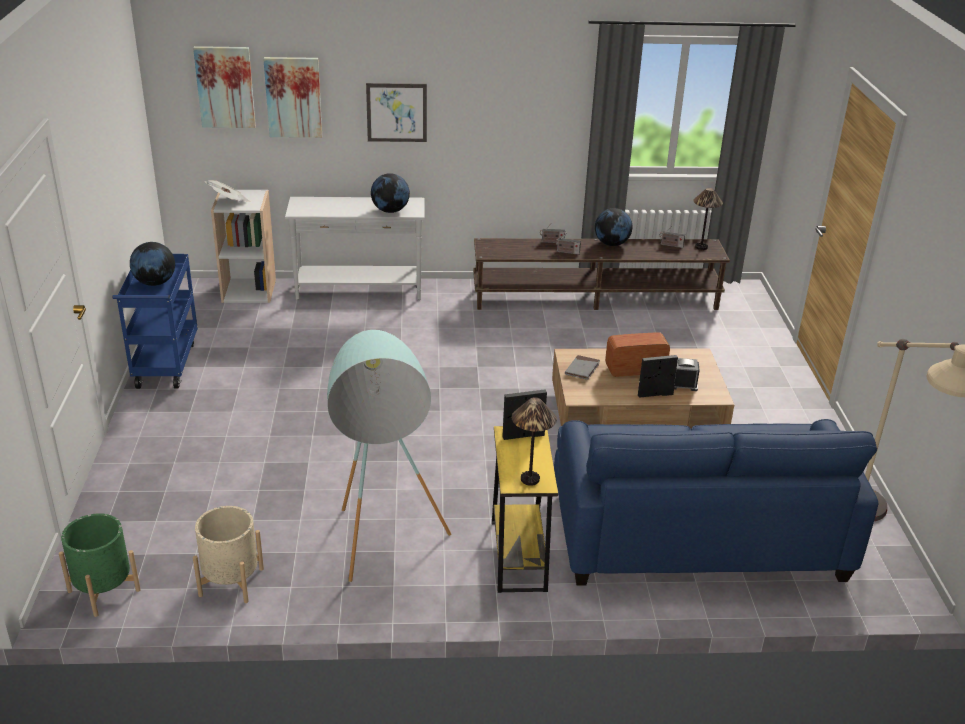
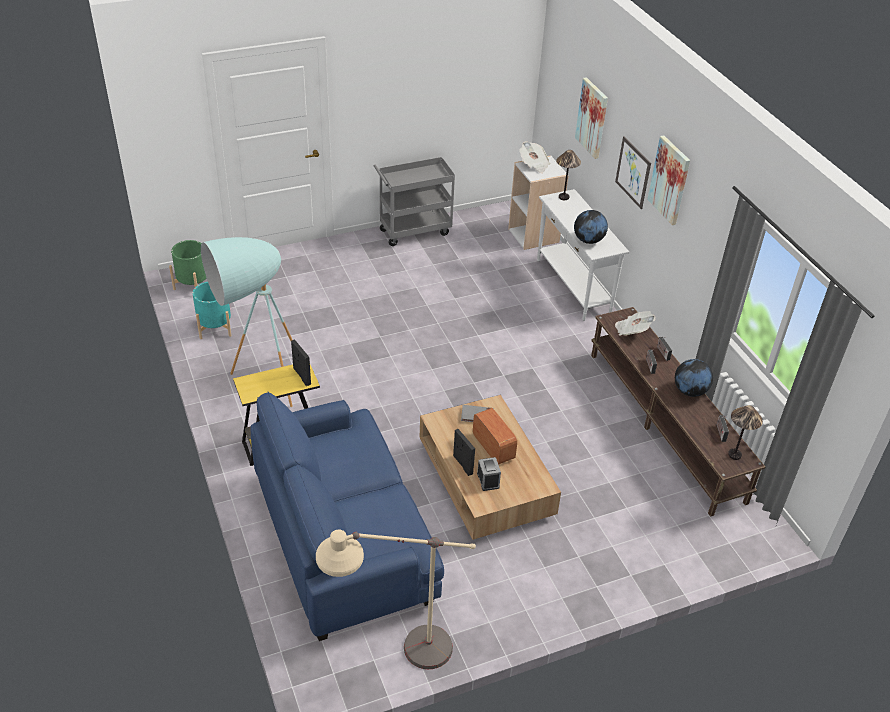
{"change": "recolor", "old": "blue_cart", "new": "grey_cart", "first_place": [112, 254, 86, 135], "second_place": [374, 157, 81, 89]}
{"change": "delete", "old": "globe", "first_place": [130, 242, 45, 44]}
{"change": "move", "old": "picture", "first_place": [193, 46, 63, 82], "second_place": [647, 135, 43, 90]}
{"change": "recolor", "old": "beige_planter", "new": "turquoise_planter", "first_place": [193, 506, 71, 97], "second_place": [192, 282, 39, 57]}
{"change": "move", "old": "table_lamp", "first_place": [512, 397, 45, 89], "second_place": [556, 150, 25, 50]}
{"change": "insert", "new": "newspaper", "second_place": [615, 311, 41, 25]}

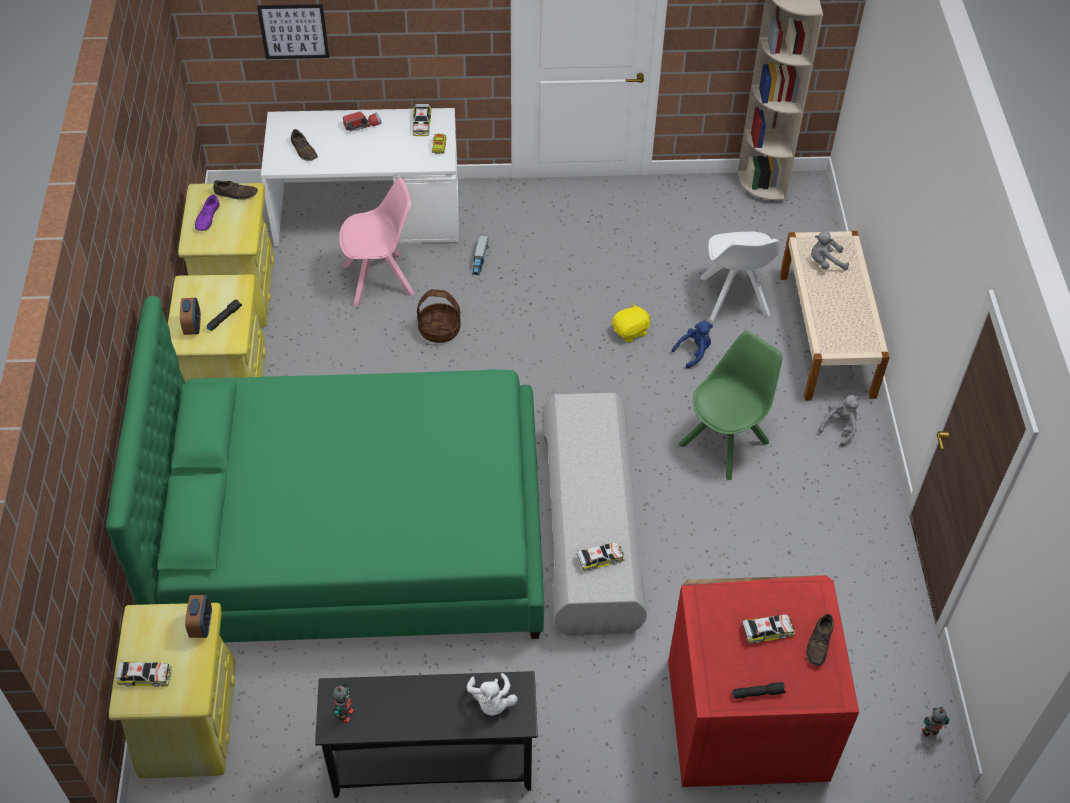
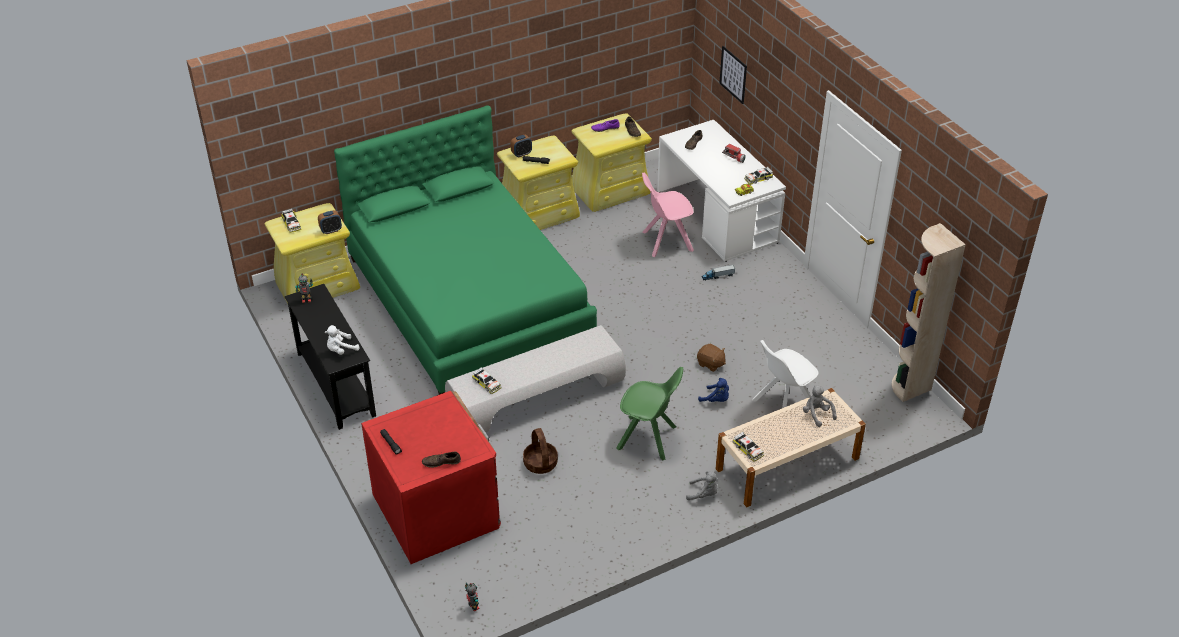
{"change": "rotate", "old": "pink_chair", "first_place": [339, 178, 76, 129], "second_place": [642, 173, 52, 84], "degrees": 120}
{"change": "move", "old": "basket", "first_place": [417, 289, 44, 54], "second_place": [523, 428, 35, 46]}
{"change": "recolor", "old": "yellow_plush_toy", "new": "brown_plush_toy", "first_place": [612, 303, 38, 39], "second_place": [697, 344, 29, 28]}
{"change": "move", "old": "toy_car", "first_place": [742, 615, 53, 29], "second_place": [733, 432, 31, 30]}

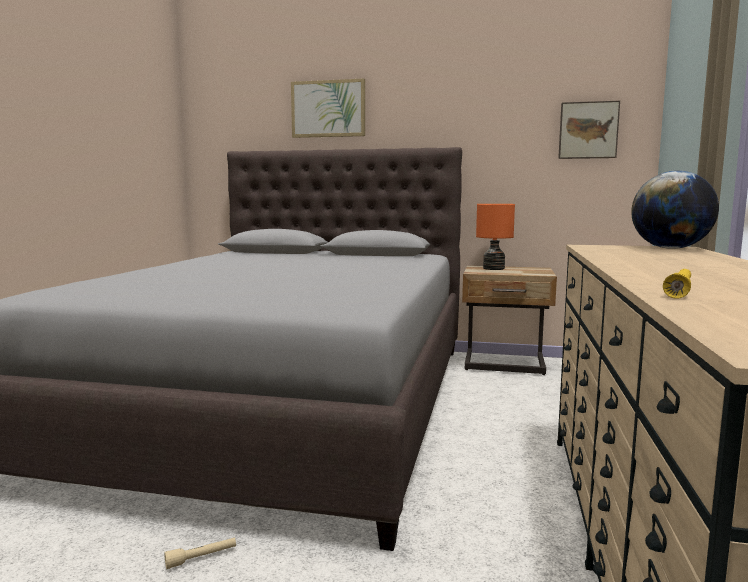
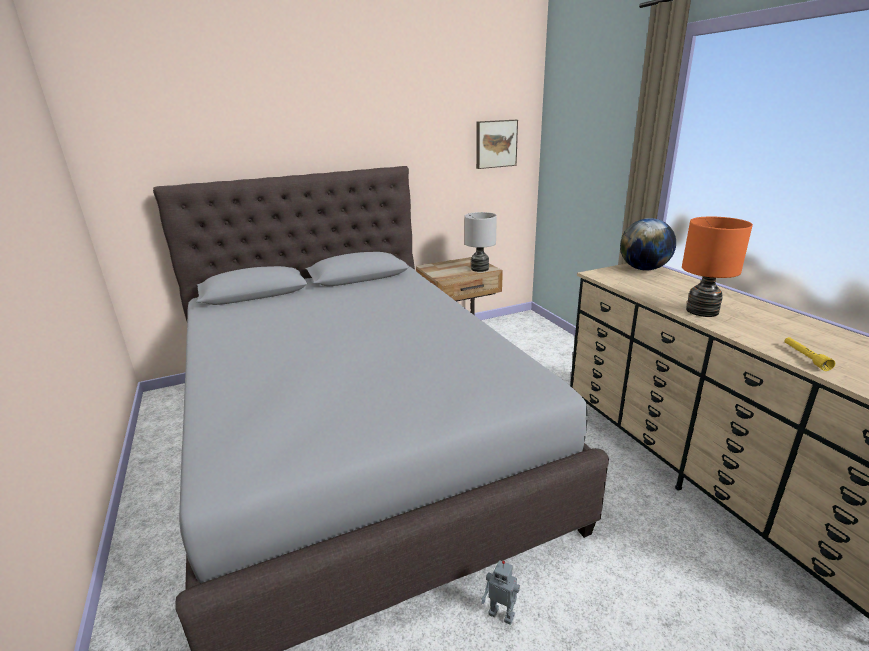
{"change": "replace", "old": "beige_flashlight", "new": "toy_robot", "first_place": [164, 537, 72, 32], "second_place": [481, 560, 39, 65]}
{"change": "delete", "old": "picture", "first_place": [291, 78, 74, 60]}
{"change": "move", "old": "orange_table_lamp", "first_place": [476, 204, 39, 66], "second_place": [682, 217, 71, 100]}
{"change": "insert", "new": "grey_table_lamp", "second_place": [465, 212, 32, 60]}

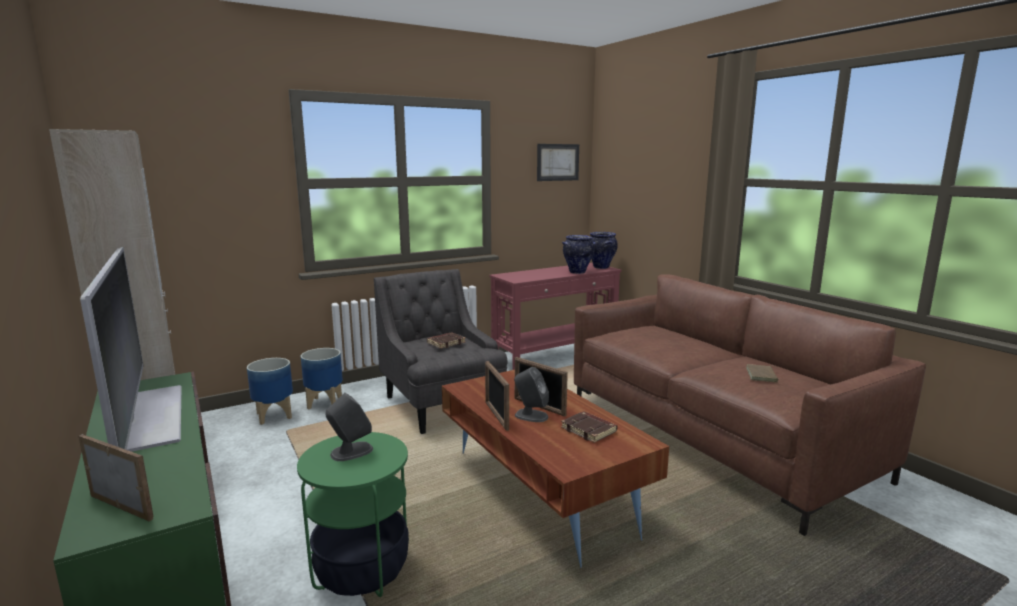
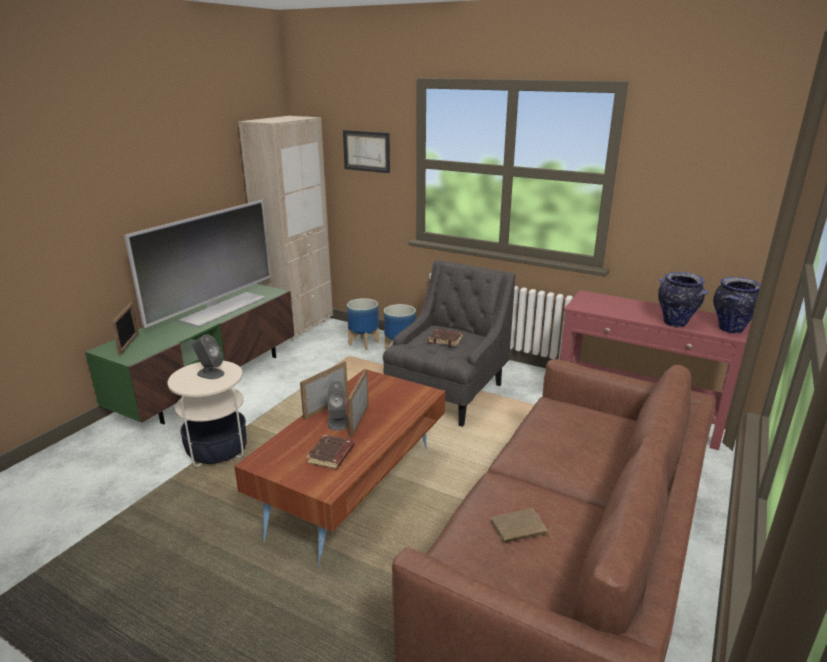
{"change": "recolor", "old": "green_side_table", "new": "beige_side_table", "first_place": [297, 432, 112, 165], "second_place": [168, 361, 79, 106]}
{"change": "move", "old": "picture", "first_place": [537, 144, 42, 37], "second_place": [343, 130, 47, 43]}

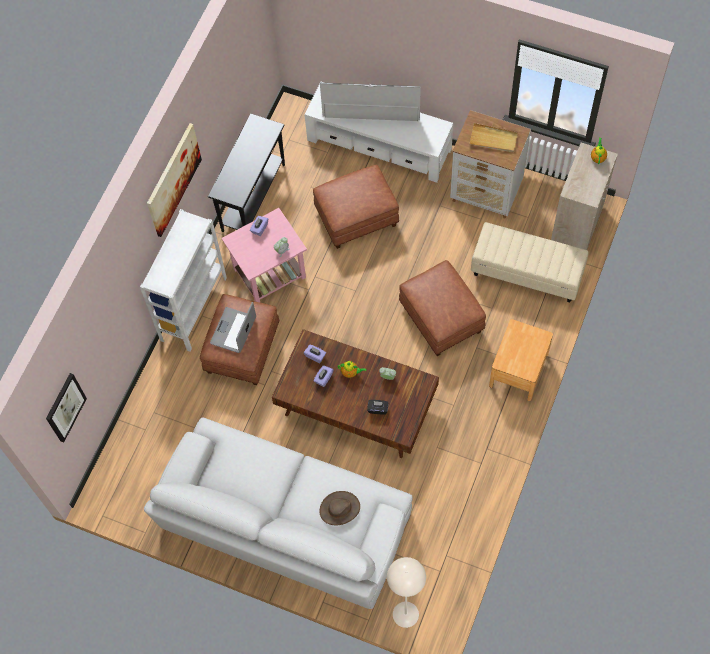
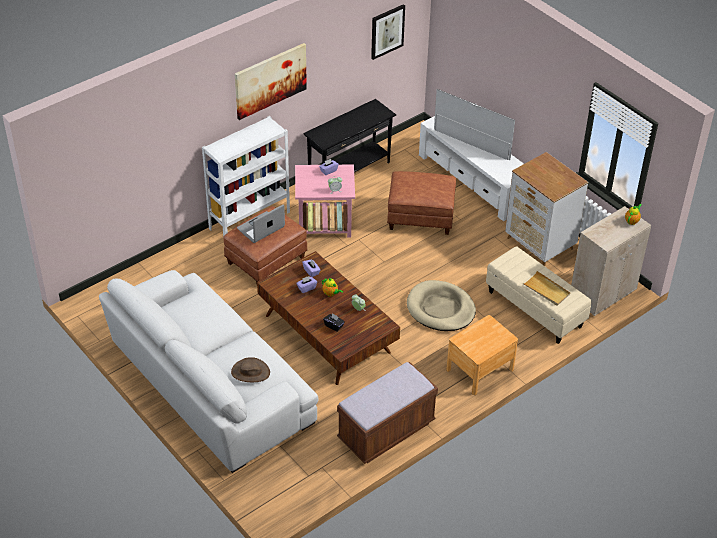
{"change": "move", "old": "picture", "first_place": [46, 373, 41, 70], "second_place": [371, 4, 34, 56]}
{"change": "delete", "old": "beige_floor_lamp", "first_place": [387, 557, 39, 71]}
{"change": "replace", "old": "brown_ottoman", "new": "beige_dog_bed", "first_place": [399, 260, 87, 96], "second_place": [407, 280, 69, 51]}
{"change": "move", "old": "beige_tray", "first_place": [469, 123, 49, 29], "second_place": [523, 271, 47, 35]}
{"change": "insert", "new": "brown_bench", "second_place": [337, 362, 101, 102]}

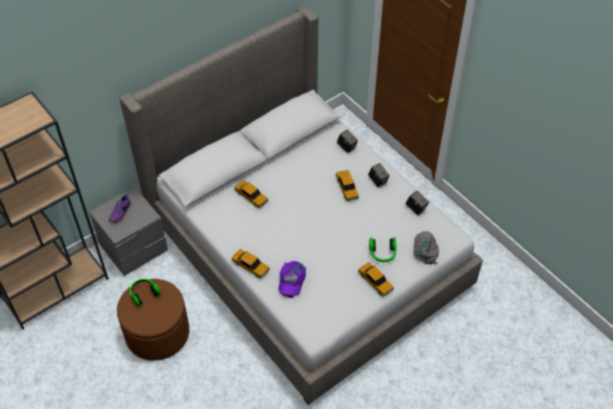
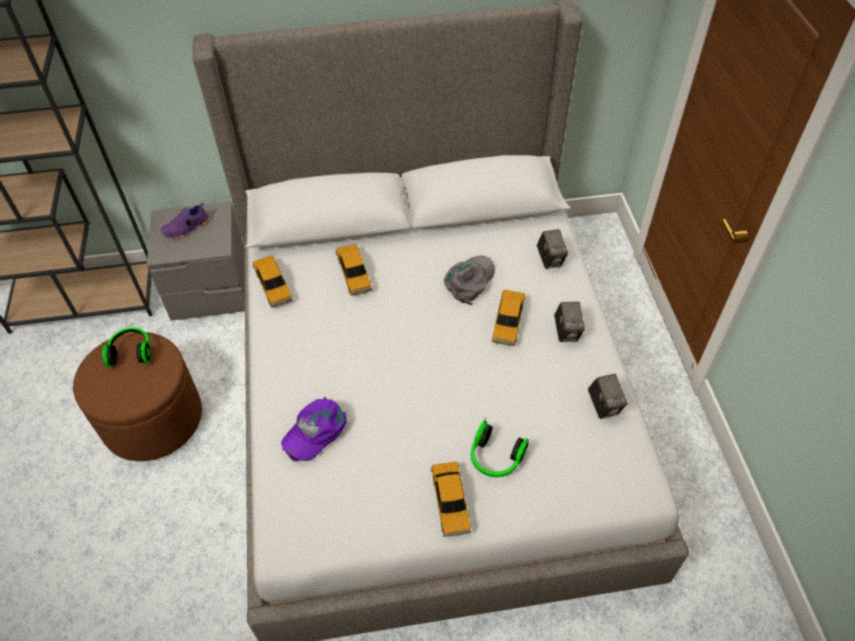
{"change": "move", "old": "toy_car", "first_place": [231, 249, 39, 30], "second_place": [252, 255, 41, 53]}
{"change": "move", "old": "grey_cap", "first_place": [413, 231, 26, 34], "second_place": [444, 256, 51, 49]}

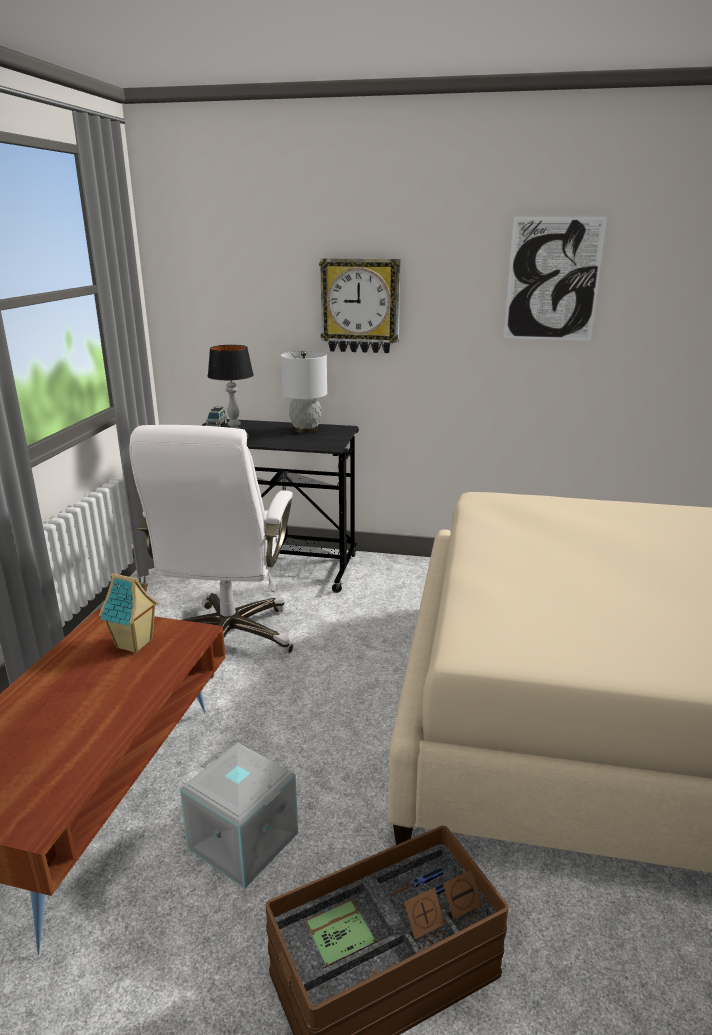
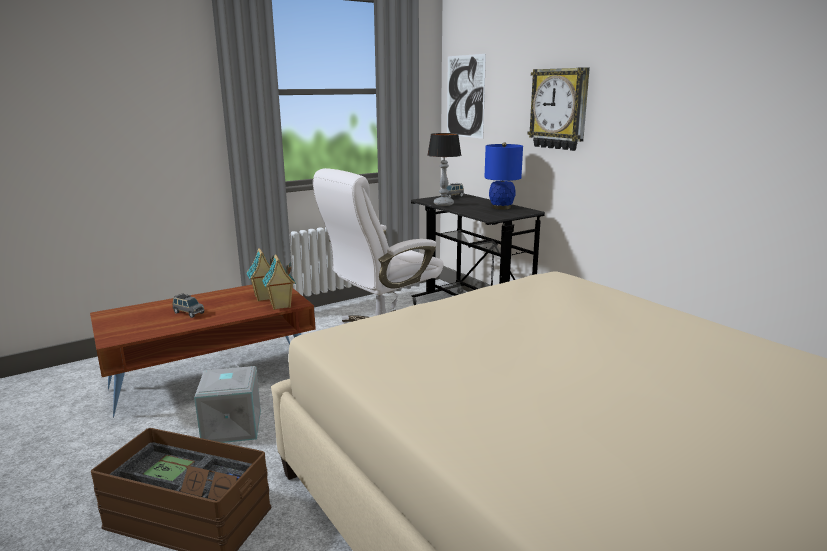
{"change": "recolor", "old": "white_table_lamp", "new": "blue_table_lamp", "first_place": [281, 351, 46, 82], "second_place": [485, 142, 38, 68]}
{"change": "move", "old": "picture", "first_place": [504, 217, 103, 124], "second_place": [447, 54, 39, 85]}
{"change": "insert", "new": "grey_toy_car", "second_place": [173, 293, 32, 25]}
{"change": "insert", "new": "toy_house", "second_place": [262, 254, 34, 56]}

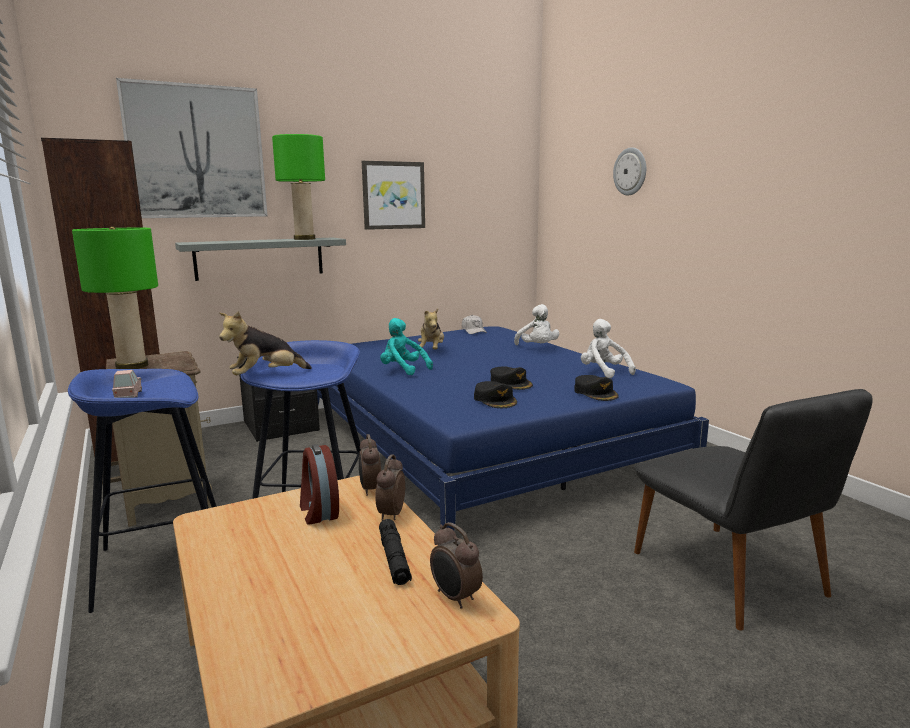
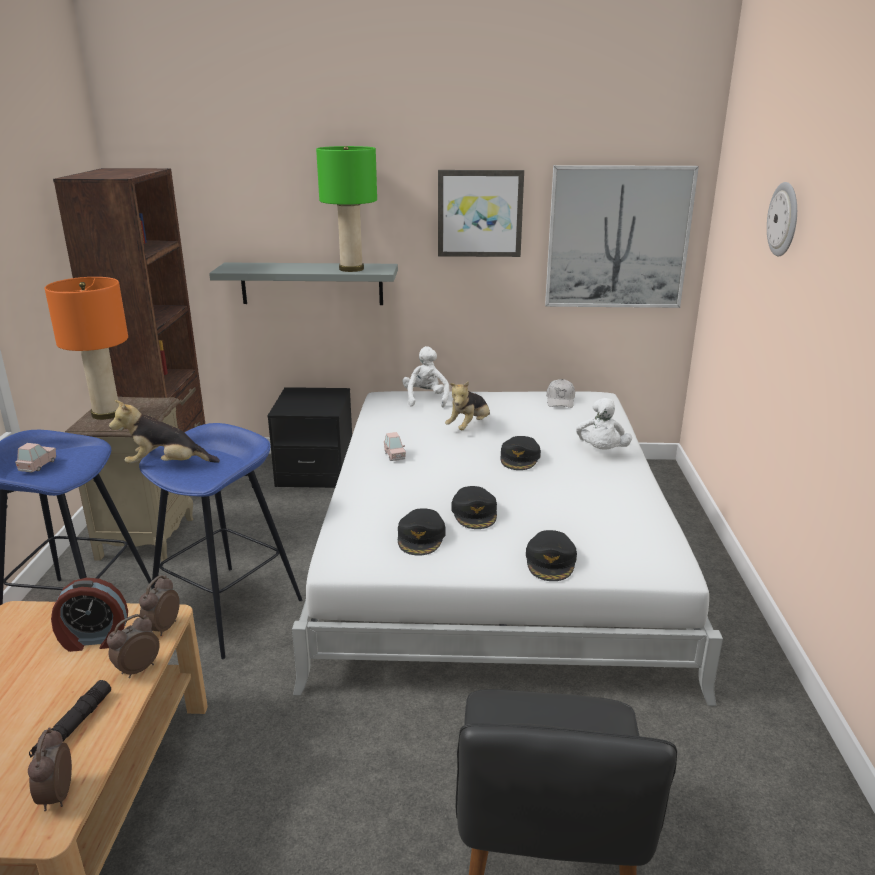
{"change": "recolor", "old": "green_table_lamp", "new": "orange_table_lamp", "first_place": [72, 226, 86, 143], "second_place": [45, 277, 83, 143]}
{"change": "move", "old": "picture", "first_place": [116, 78, 152, 140], "second_place": [545, 165, 154, 143]}
{"change": "rotate", "old": "alarm_clock", "first_place": [300, 444, 39, 81], "second_place": [51, 578, 77, 74], "degrees": -105}
{"change": "recolor", "old": "blue_bed", "new": "white_bed", "first_place": [317, 326, 392, 205], "second_place": [292, 391, 431, 315]}
{"change": "replace", "old": "turquoise_plush_toy", "new": "pink_toy_car", "first_place": [380, 318, 53, 57], "second_place": [384, 432, 22, 29]}
{"change": "move", "old": "white_plush_toy", "first_place": [581, 319, 55, 59], "second_place": [402, 346, 47, 62]}
{"change": "insert", "new": "black_cap", "second_place": [500, 436, 41, 34]}

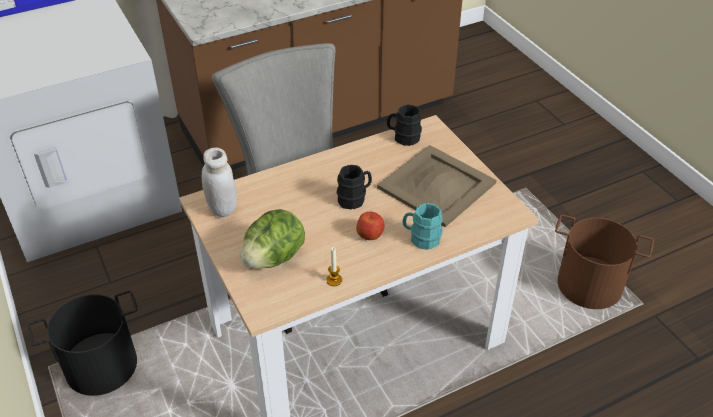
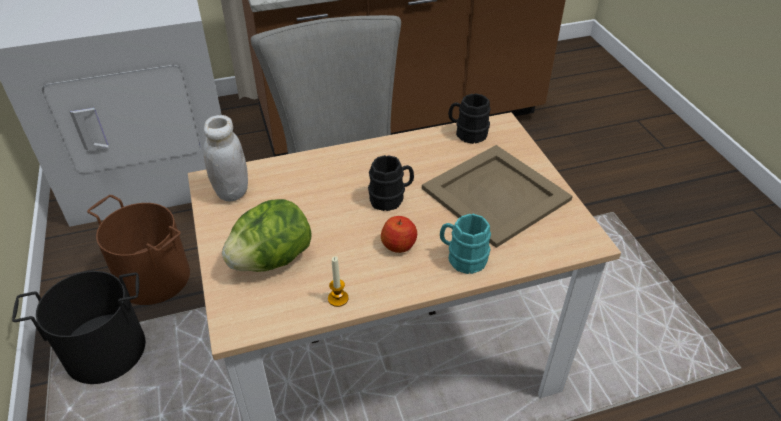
{"change": "move", "old": "brown_bucket", "first_place": [555, 214, 99, 95], "second_place": [87, 195, 103, 110]}

